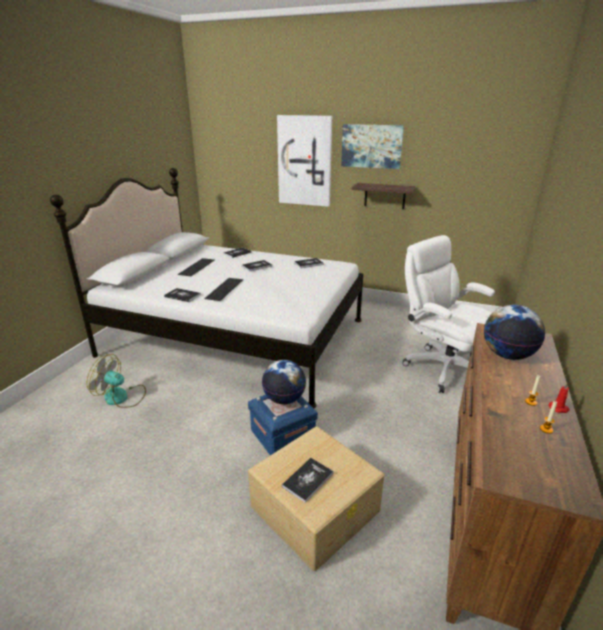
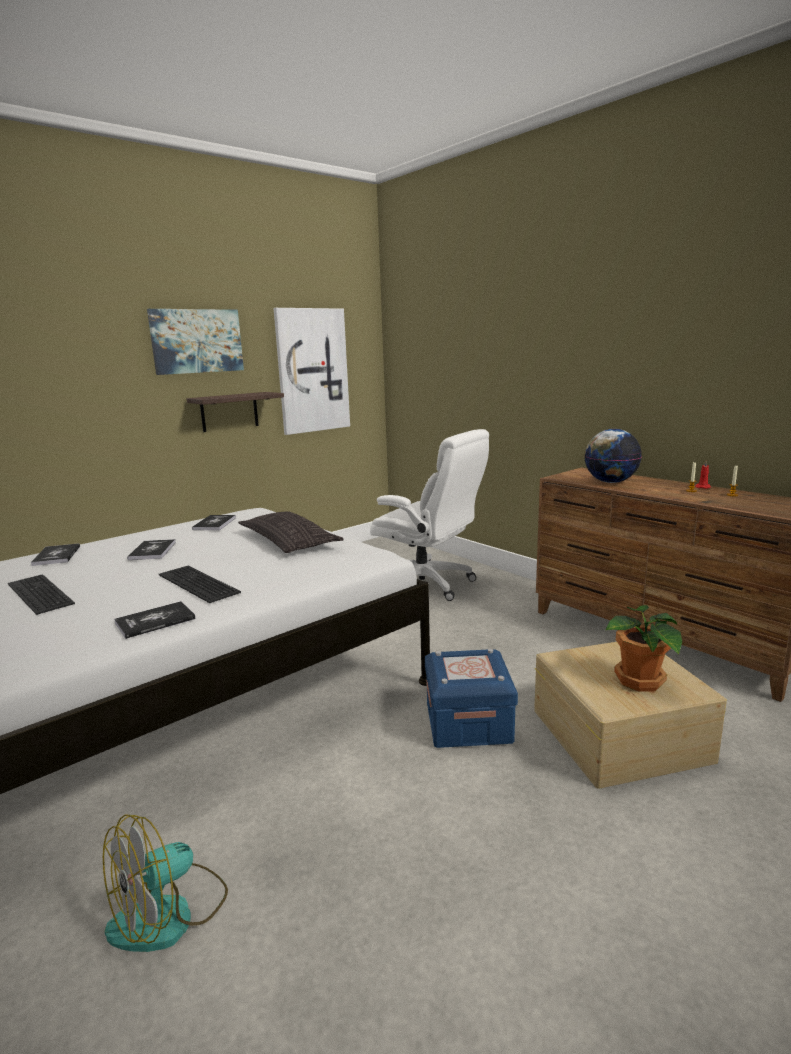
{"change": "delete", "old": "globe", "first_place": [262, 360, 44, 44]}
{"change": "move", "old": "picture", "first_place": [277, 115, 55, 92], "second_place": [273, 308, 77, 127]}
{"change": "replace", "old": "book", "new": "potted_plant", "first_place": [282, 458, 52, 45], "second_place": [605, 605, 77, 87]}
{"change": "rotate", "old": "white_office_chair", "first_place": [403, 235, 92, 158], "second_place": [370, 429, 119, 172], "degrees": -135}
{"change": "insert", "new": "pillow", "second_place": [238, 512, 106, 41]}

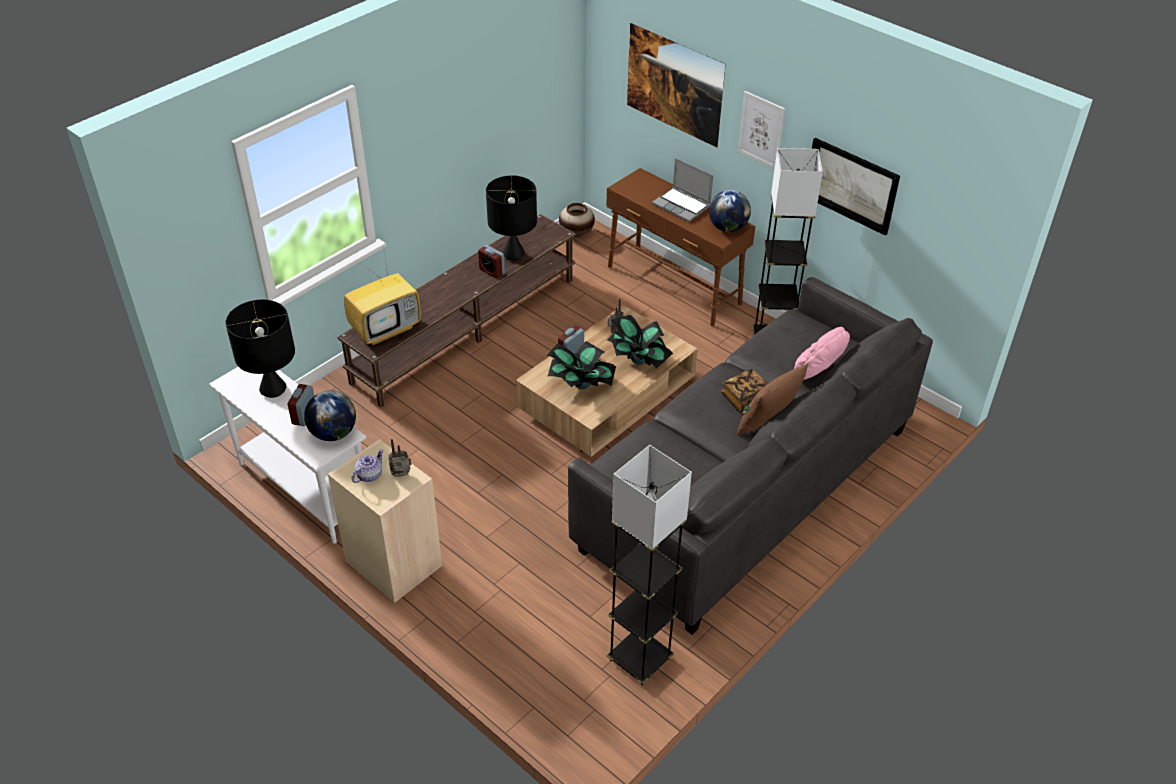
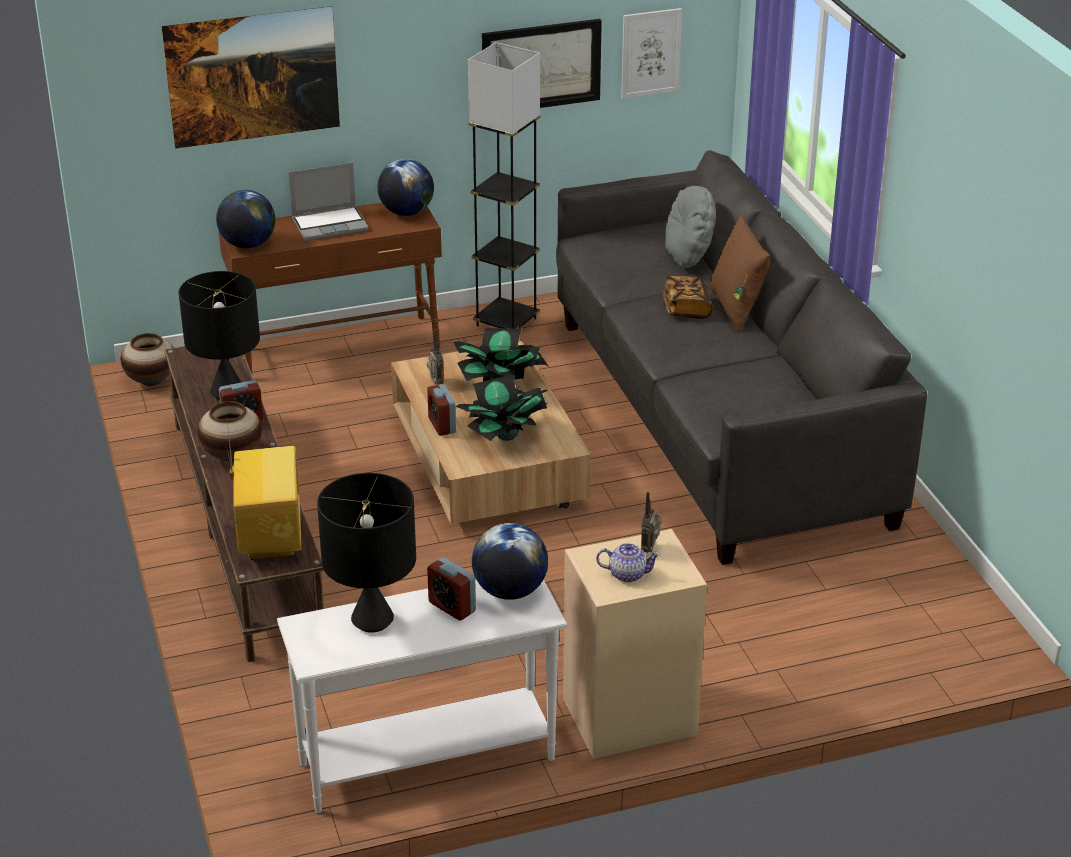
{"change": "rotate", "old": "teapot", "first_place": [352, 449, 31, 34], "second_place": [596, 543, 65, 39], "degrees": 120}
{"change": "delete", "old": "grey_floor_lamp", "first_place": [607, 445, 85, 240]}
{"change": "move", "old": "picture", "first_place": [738, 91, 47, 78], "second_place": [621, 8, 61, 91]}
{"change": "recolor", "old": "pink_pillow", "new": "grey_pillow", "first_place": [794, 327, 56, 53], "second_place": [665, 186, 51, 82]}
{"change": "insert", "new": "vase", "second_place": [198, 401, 64, 61]}
{"change": "insert", "new": "globe", "second_place": [216, 190, 59, 58]}

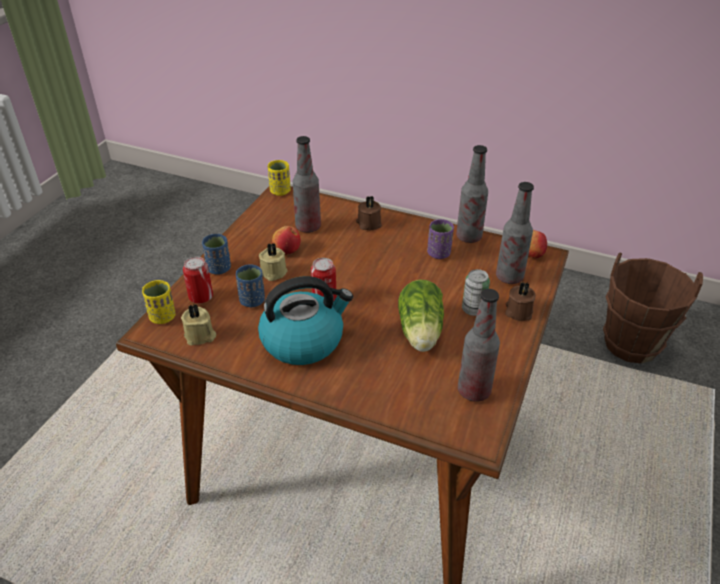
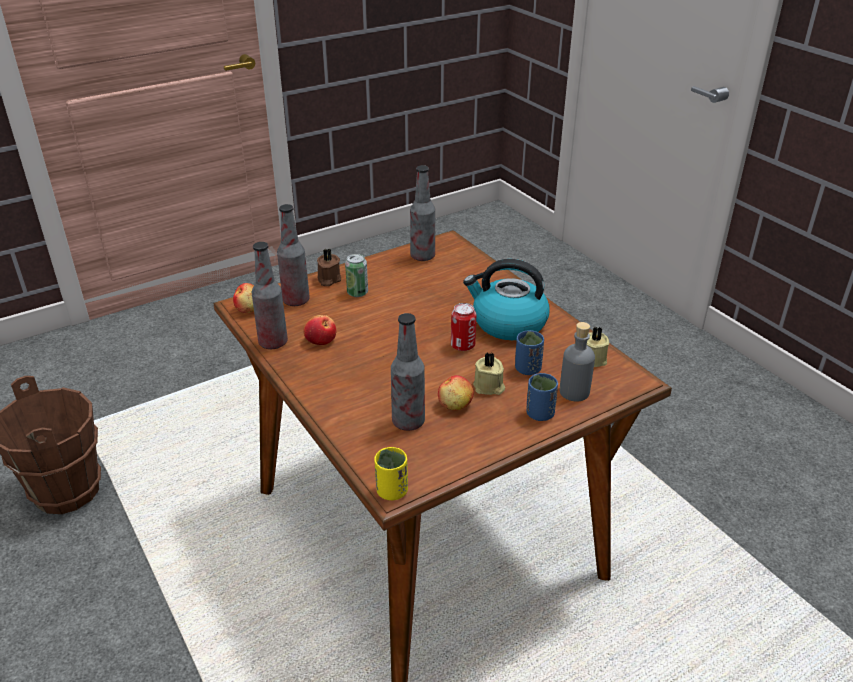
{"change": "delete", "old": "yellow_cup", "first_place": [142, 280, 33, 44]}
{"change": "replace", "old": "can", "new": "grey_bottle", "first_place": [183, 256, 30, 47], "second_place": [560, 322, 35, 80]}
{"change": "delete", "old": "brown_candle", "first_place": [356, 196, 26, 34]}
{"change": "delete", "old": "lettuce", "first_place": [398, 280, 46, 72]}
{"change": "replace", "old": "purple_cup", "new": "apple", "first_place": [427, 219, 27, 40], "second_place": [303, 315, 34, 30]}

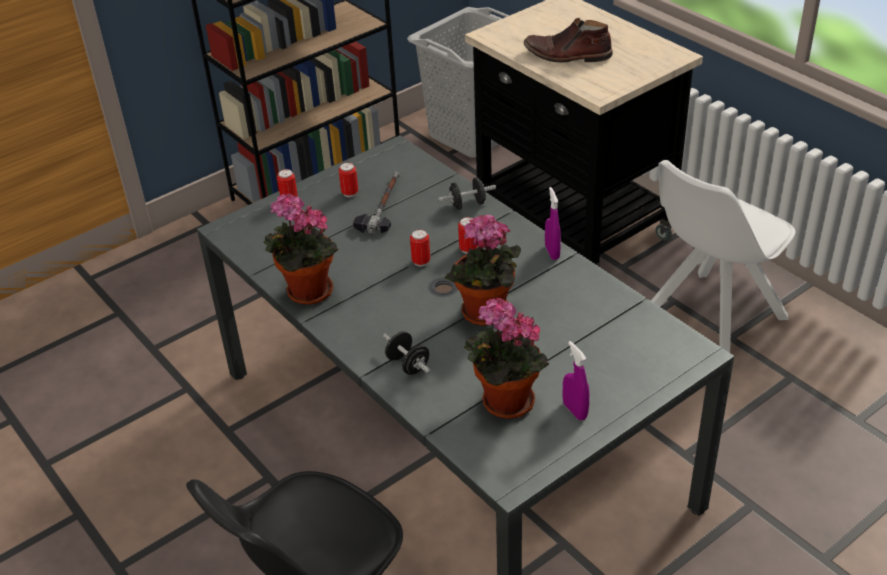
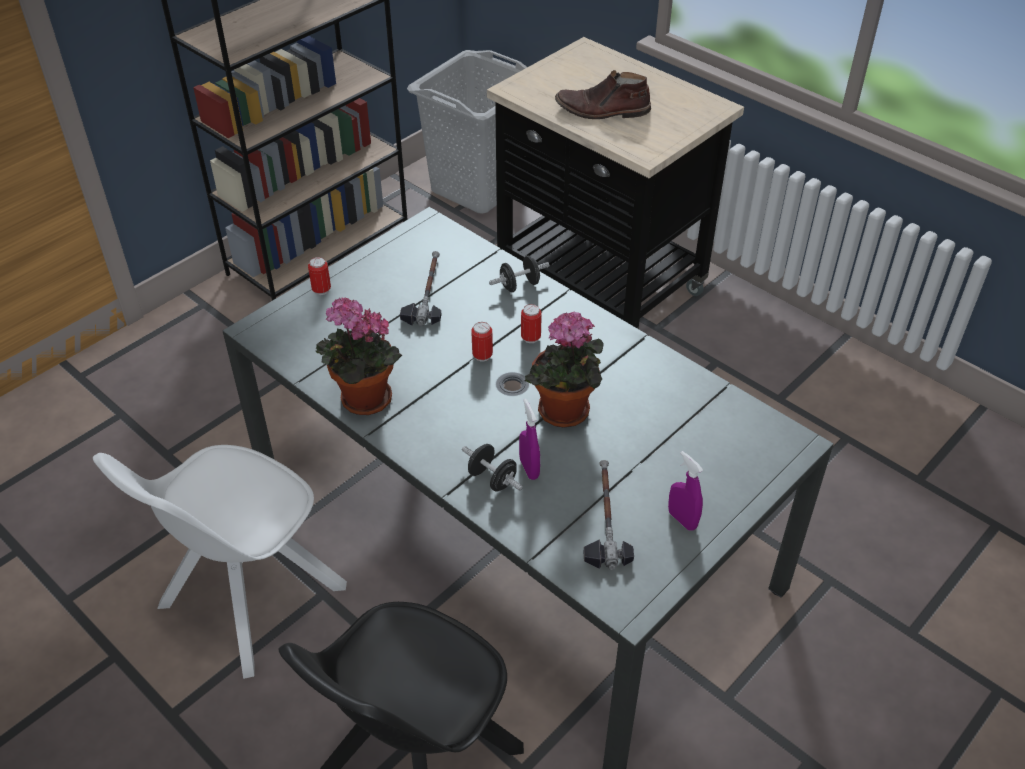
{"change": "delete", "old": "can", "first_place": [339, 162, 19, 35]}
{"change": "replace", "old": "potted_plant", "new": "hammer", "first_place": [464, 297, 85, 122], "second_place": [584, 460, 50, 110]}
{"change": "move", "old": "purple_spray_bottle", "first_place": [545, 187, 16, 73], "second_place": [519, 399, 21, 81]}
{"change": "move", "old": "white_chair", "first_place": [651, 160, 144, 193], "second_place": [93, 445, 254, 234]}

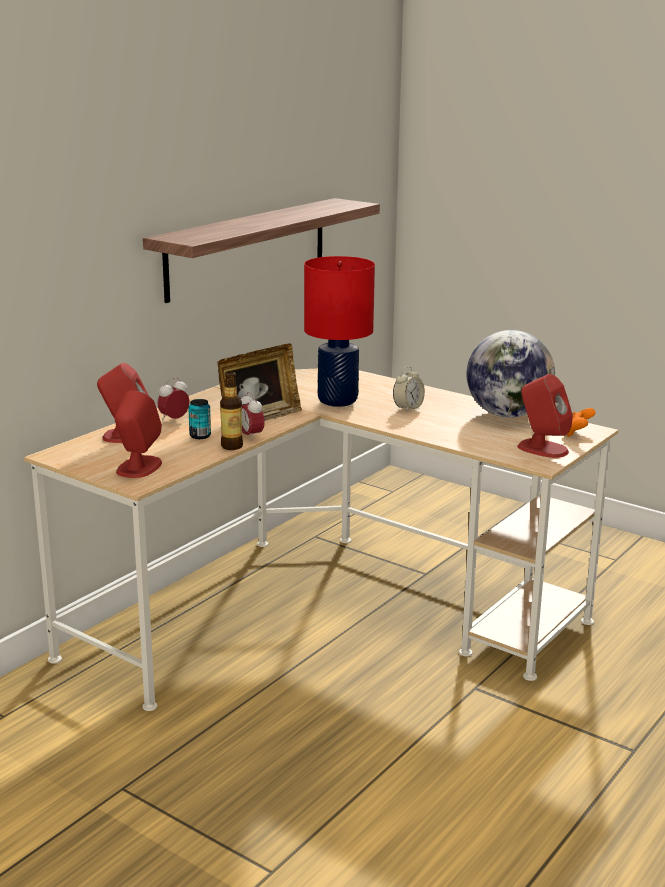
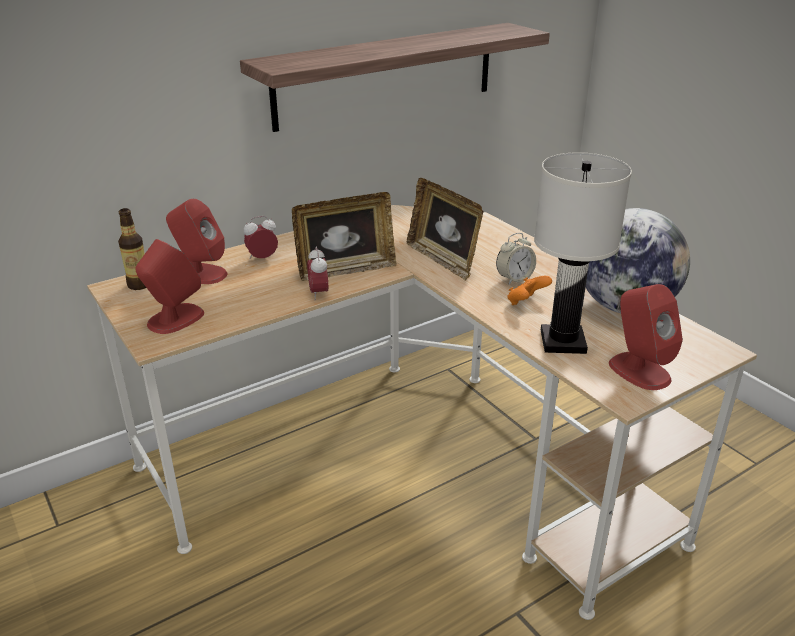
{"change": "delete", "old": "can", "first_place": [188, 399, 23, 40]}
{"change": "move", "old": "bottle", "first_place": [220, 371, 23, 79], "second_place": [118, 208, 28, 82]}
{"change": "replace", "old": "red_table_lamp", "new": "picture_frame", "first_place": [304, 256, 71, 151], "second_place": [407, 178, 76, 103]}
{"change": "move", "old": "orange_game_controller", "first_place": [567, 408, 29, 29], "second_place": [508, 276, 44, 29]}
{"change": "insert", "new": "white_table_lamp", "second_place": [534, 152, 98, 202]}

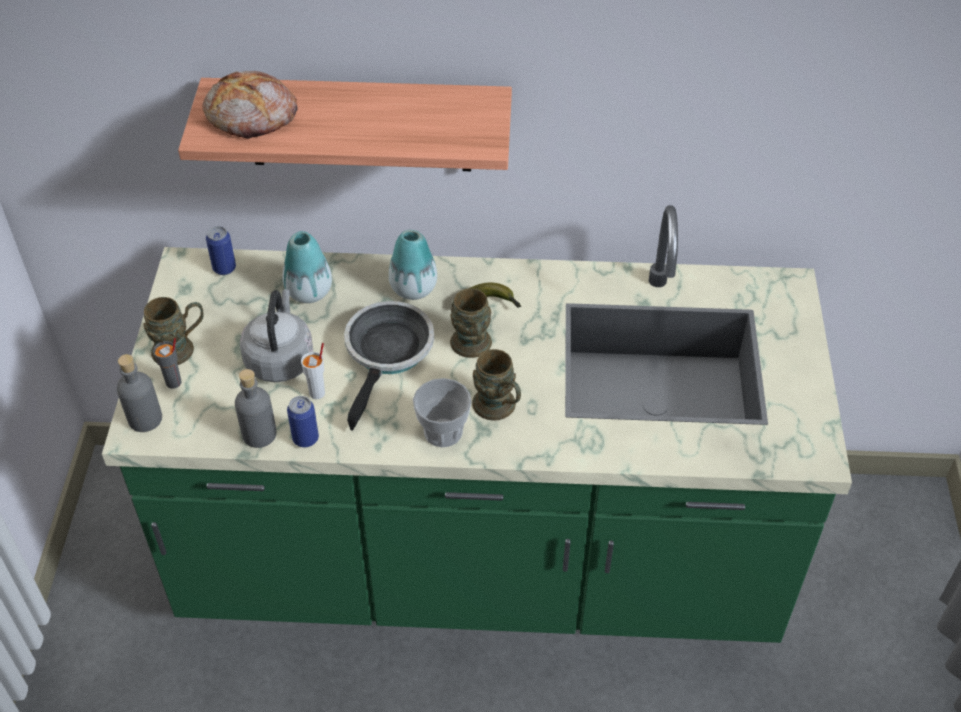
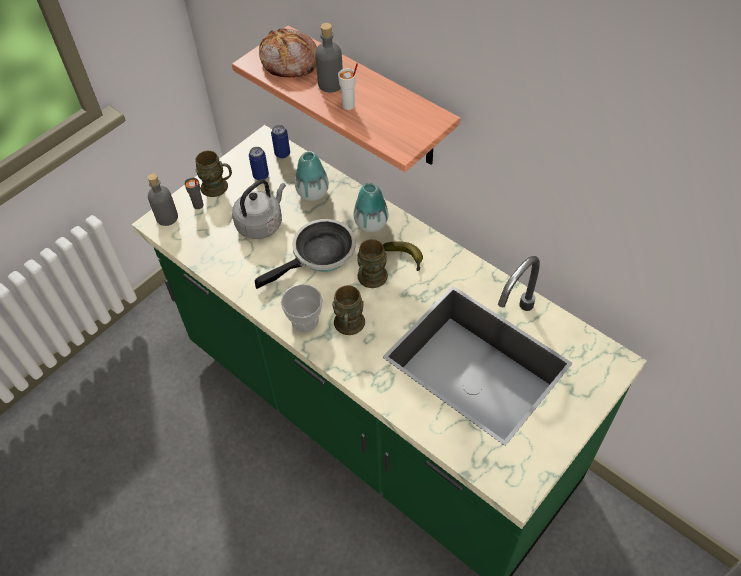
{"change": "move", "old": "grey_bottle", "first_place": [235, 369, 42, 79], "second_place": [315, 23, 28, 69]}
{"change": "move", "old": "can", "first_place": [287, 396, 32, 52], "second_place": [249, 147, 20, 33]}
{"change": "move", "old": "white_cup", "first_place": [301, 343, 24, 56], "second_place": [338, 63, 20, 47]}

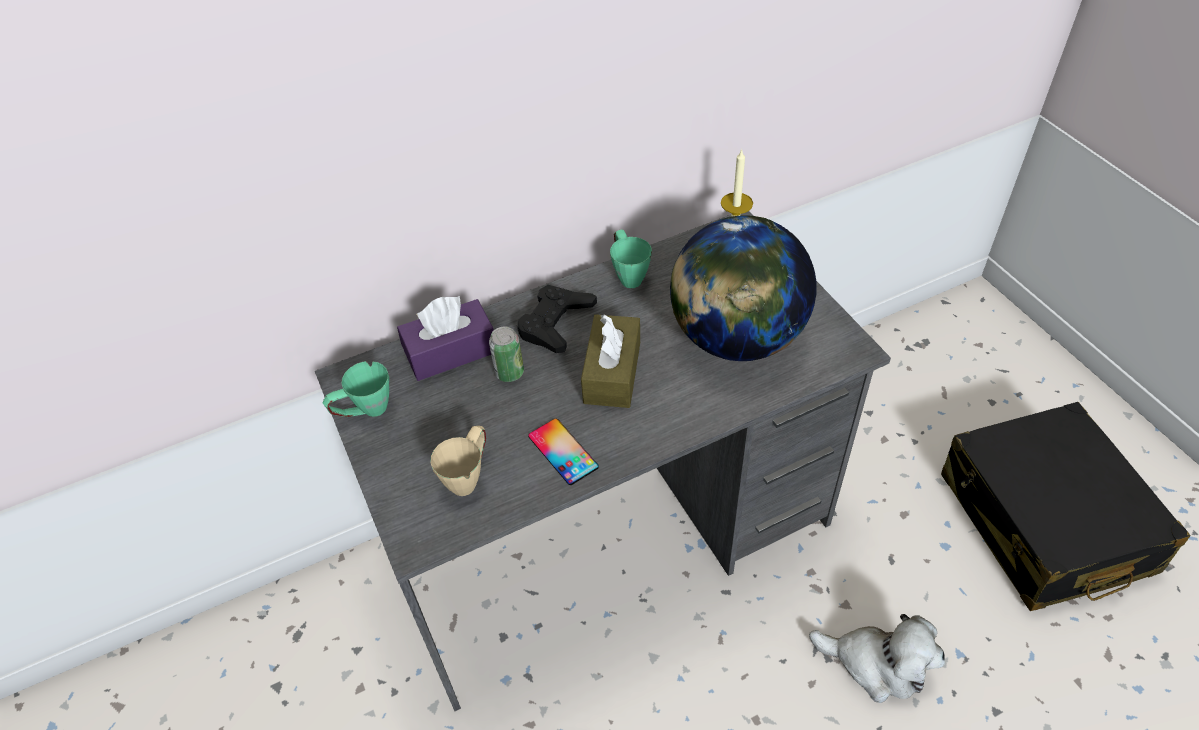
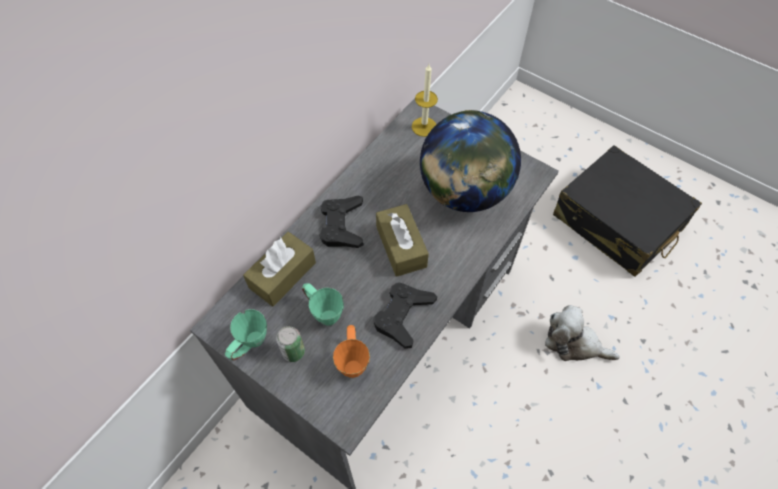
{"change": "recolor", "old": "purple_tissue_box", "new": "brown_tissue_box", "first_place": [397, 296, 97, 85], "second_place": [243, 232, 73, 75]}
{"change": "recolor", "old": "beige_mug", "new": "orange_mug", "first_place": [430, 426, 56, 70], "second_place": [333, 325, 37, 53]}
{"change": "move", "old": "can", "first_place": [489, 327, 35, 55], "second_place": [276, 326, 29, 36]}
{"change": "replace", "old": "phone", "new": "black_game_controller", "first_place": [528, 418, 71, 67], "second_place": [374, 282, 63, 67]}
{"change": "move", "old": "green_mug", "first_place": [610, 230, 42, 58], "second_place": [302, 283, 42, 43]}
{"change": "rotate", "old": "plush_toy", "first_place": [809, 614, 136, 89], "second_place": [545, 305, 75, 56], "degrees": -150}

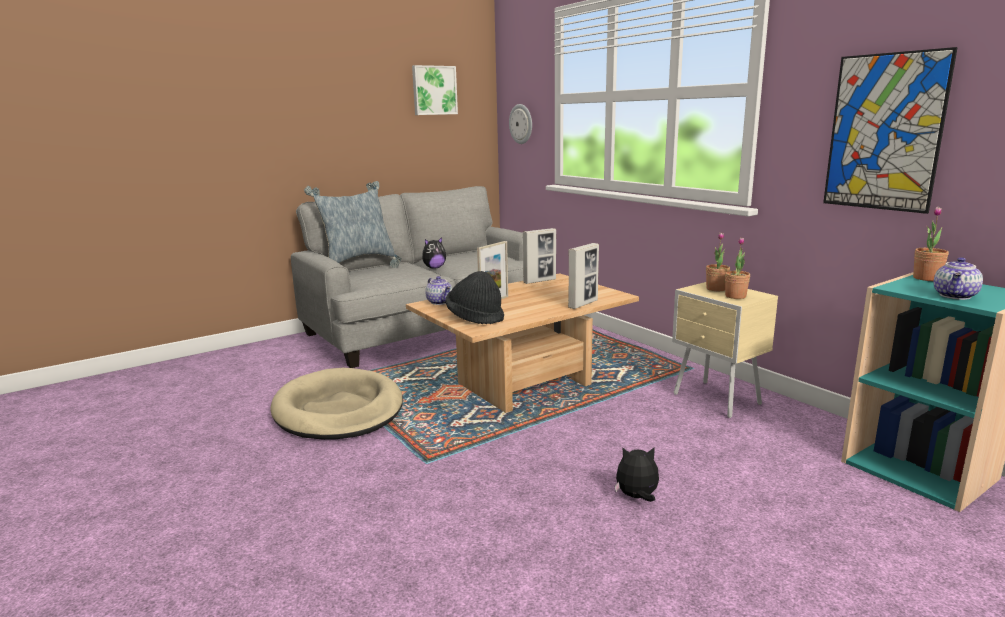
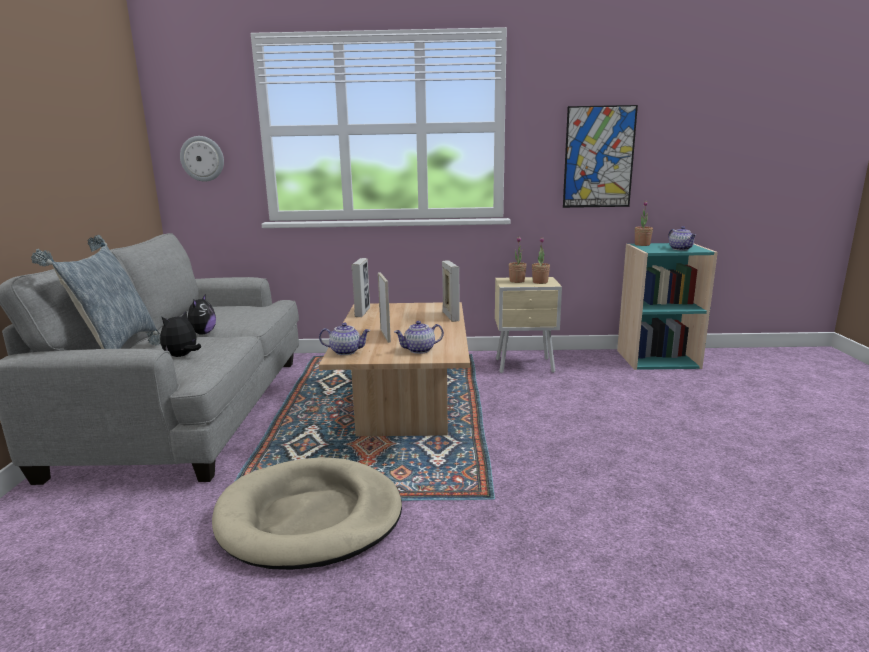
{"change": "delete", "old": "picture", "first_place": [412, 65, 46, 50]}
{"change": "replace", "old": "black_hat", "new": "teapot", "first_place": [446, 271, 58, 54], "second_place": [394, 321, 50, 33]}
{"change": "move", "old": "plush_toy", "first_place": [615, 447, 44, 55], "second_place": [160, 311, 41, 46]}

